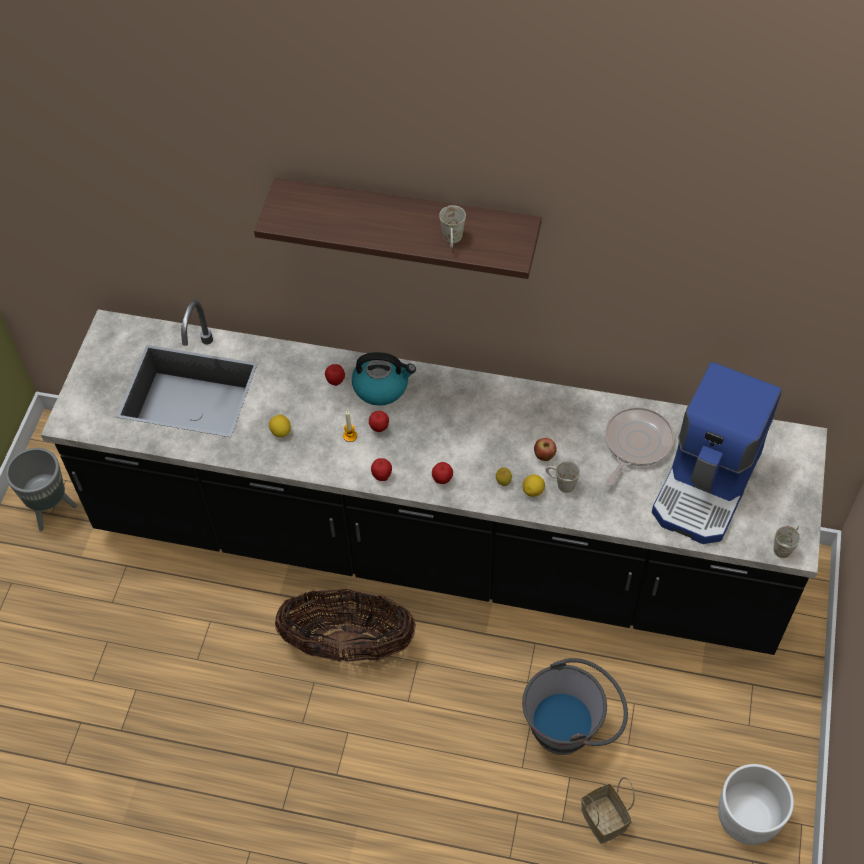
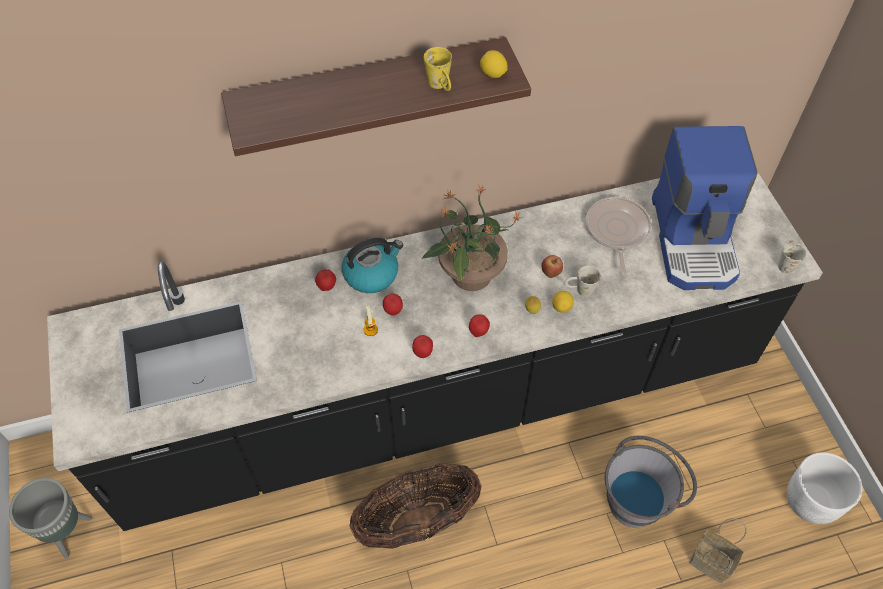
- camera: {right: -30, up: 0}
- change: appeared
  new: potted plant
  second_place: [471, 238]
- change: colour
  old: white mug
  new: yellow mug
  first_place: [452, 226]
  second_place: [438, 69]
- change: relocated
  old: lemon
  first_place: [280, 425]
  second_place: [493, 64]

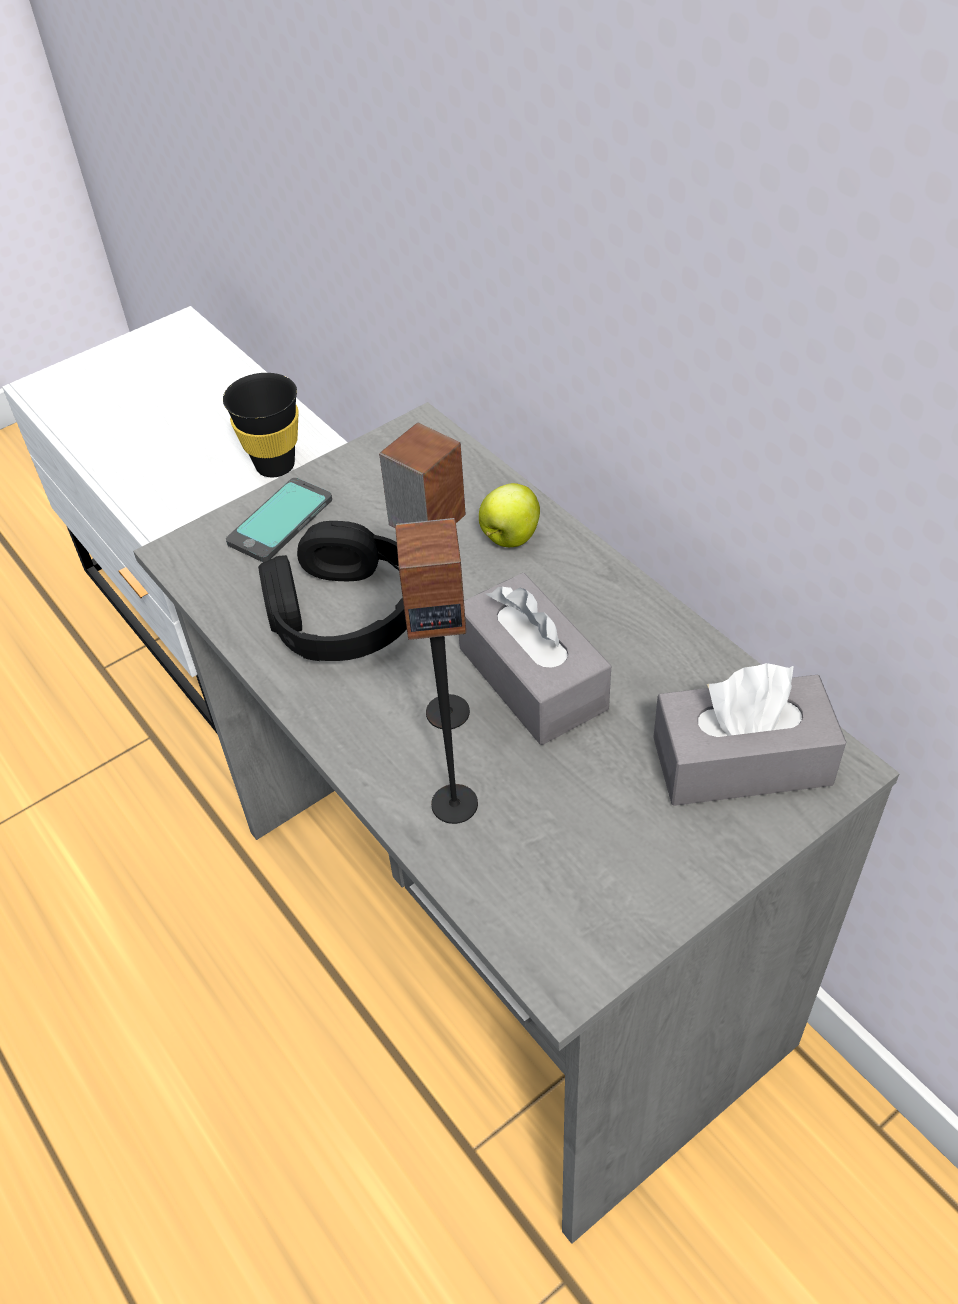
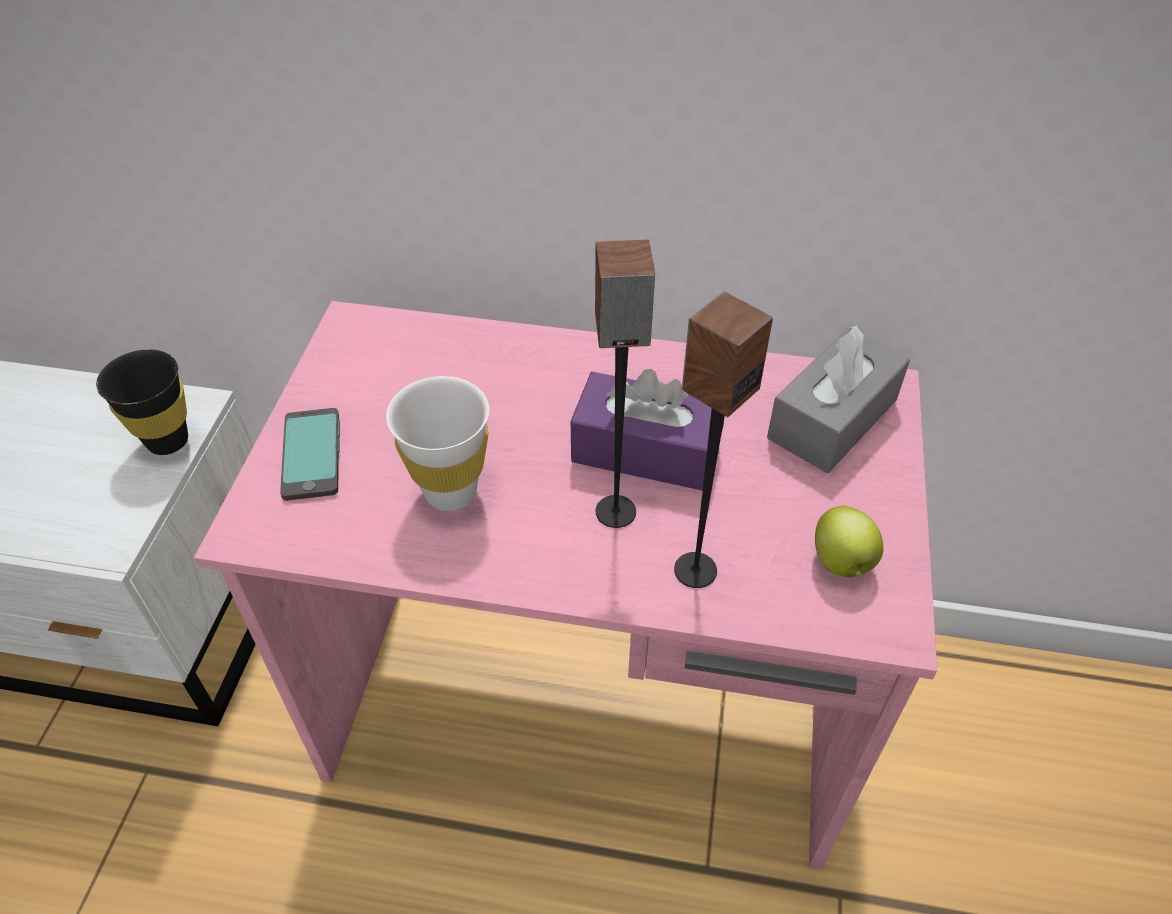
- camera: {right: -45, up: 0}
- change: colour
  old: grey desk
  new: pink desk
  first_place: [516, 823]
  second_place: [565, 585]
- change: exchanged
  old: black headphones
  new: white cup
  first_place: [332, 591]
  second_place: [437, 443]
- change: colour
  old: grey tissue box
  new: purple tissue box
  first_place: [535, 659]
  second_place: [647, 430]
- change: relocated
  old: apple
  first_place: [509, 515]
  second_place: [849, 541]

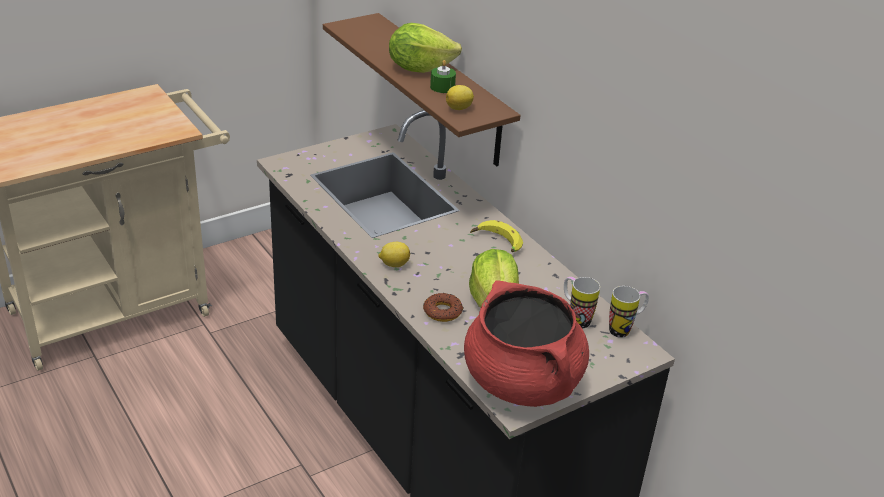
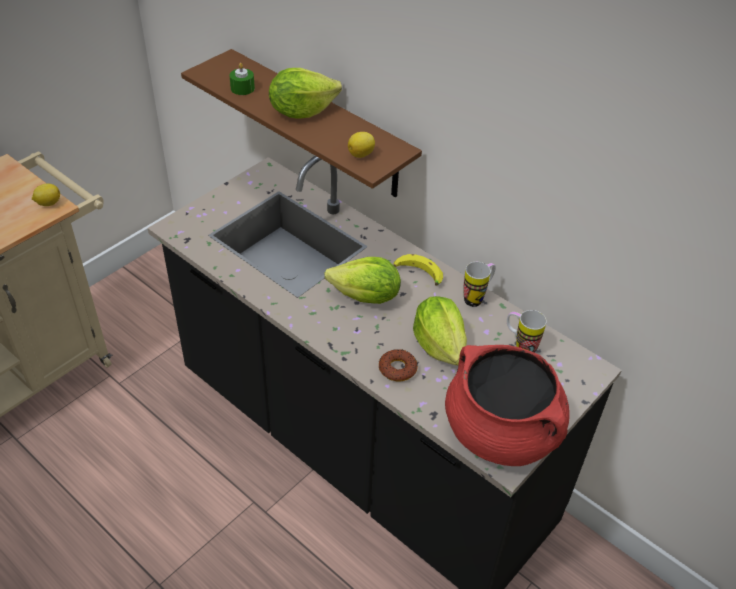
- camera: {right: -15, up: 10}
- change: relocated
  old: lemon
  first_place: [394, 254]
  second_place: [46, 195]
- change: relocated
  old: green candle
  first_place: [443, 76]
  second_place: [242, 79]
- change: appeared
  new: lettuce
  second_place: [362, 280]
- change: relocated
  old: mug
  first_place: [629, 312]
  second_place: [480, 284]

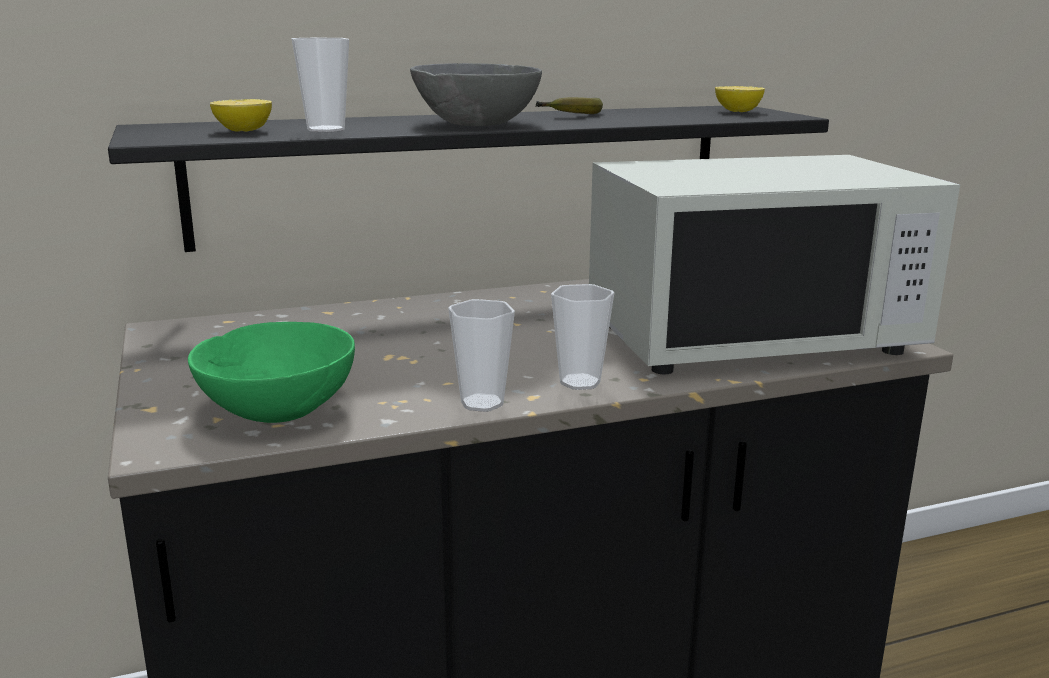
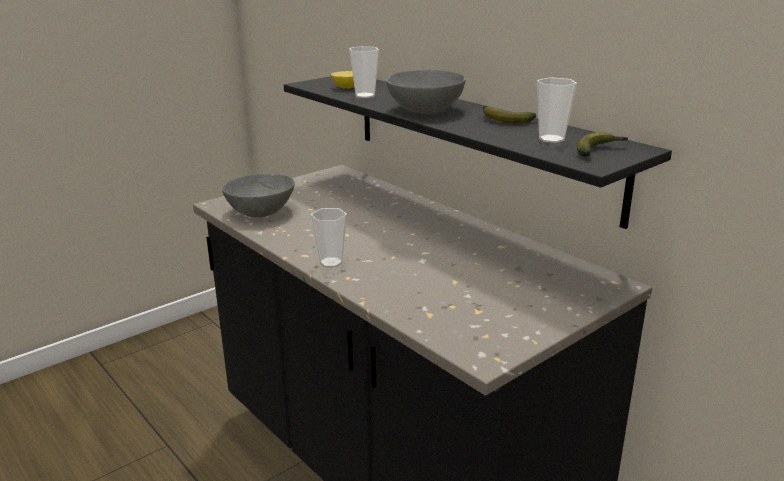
- camera: {right: 70, up: 5}
- change: colour
  old: green bowl
  new: grey bowl
  first_place: [271, 372]
  second_place: [258, 195]
- change: relocated
  old: cup
  first_place: [481, 355]
  second_place: [557, 110]
- change: exchanged
  old: lemon
  new: banana
  first_place: [740, 99]
  second_place: [602, 144]
- change: missing
  old: white microwave
  first_place: [774, 264]

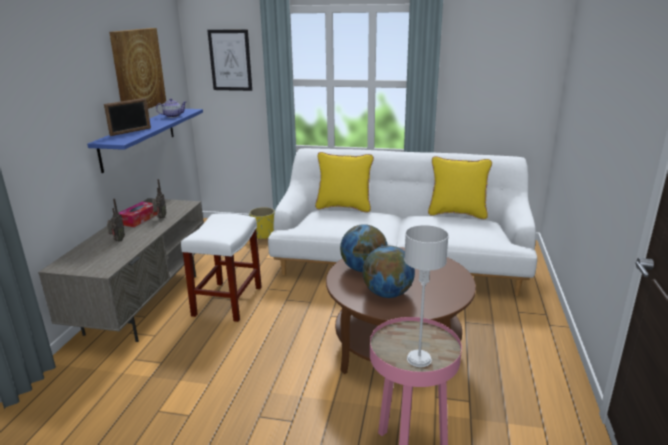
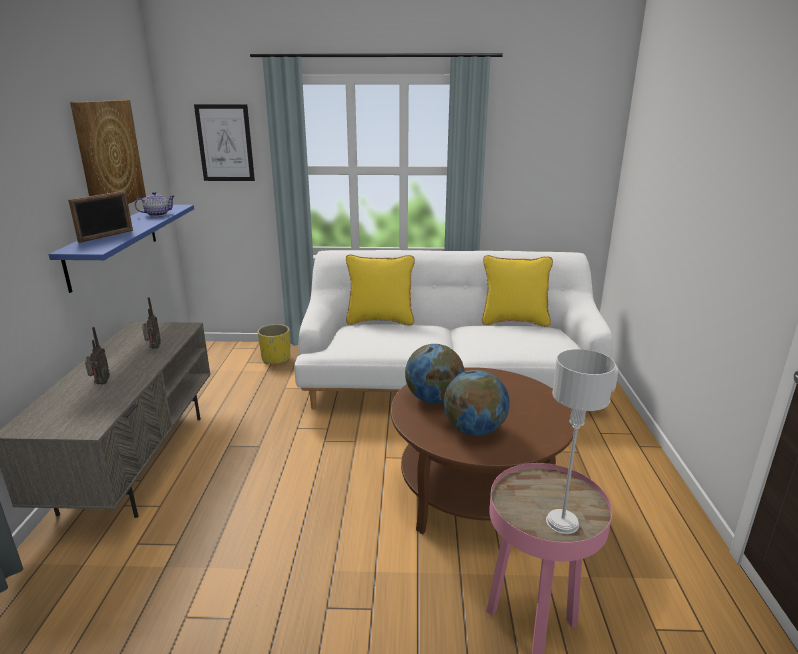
- camera: {right: -10, up: 0}
- change: missing
  old: tissue box
  first_place: [138, 214]
- change: missing
  old: white stool
  first_place: [221, 267]

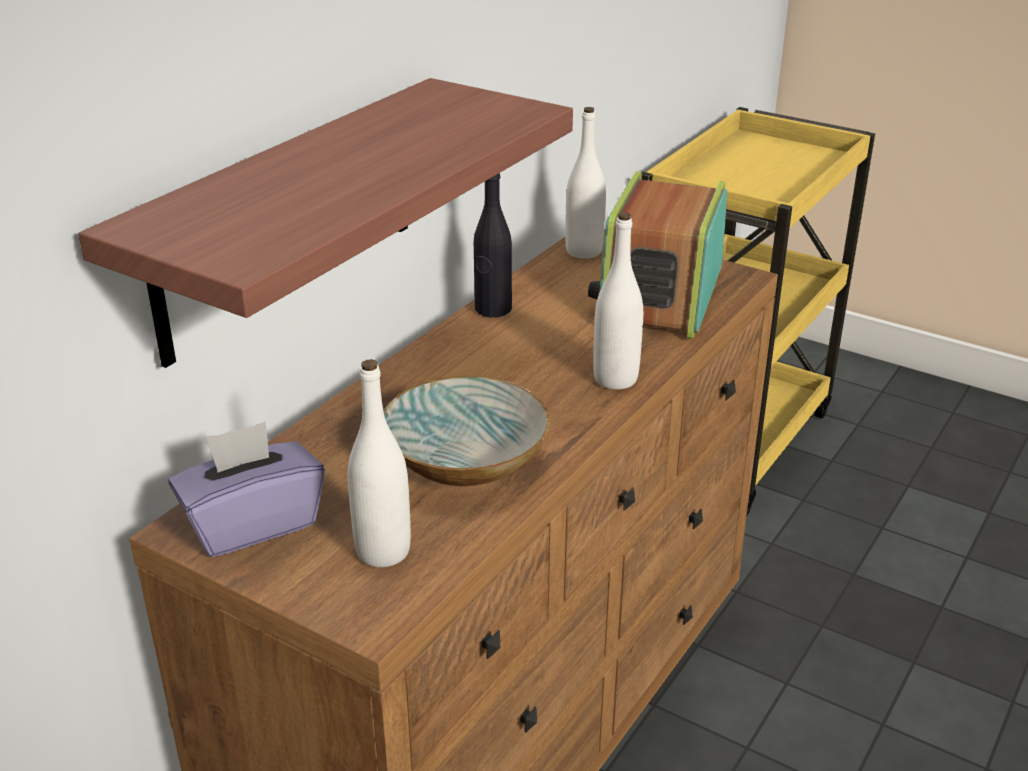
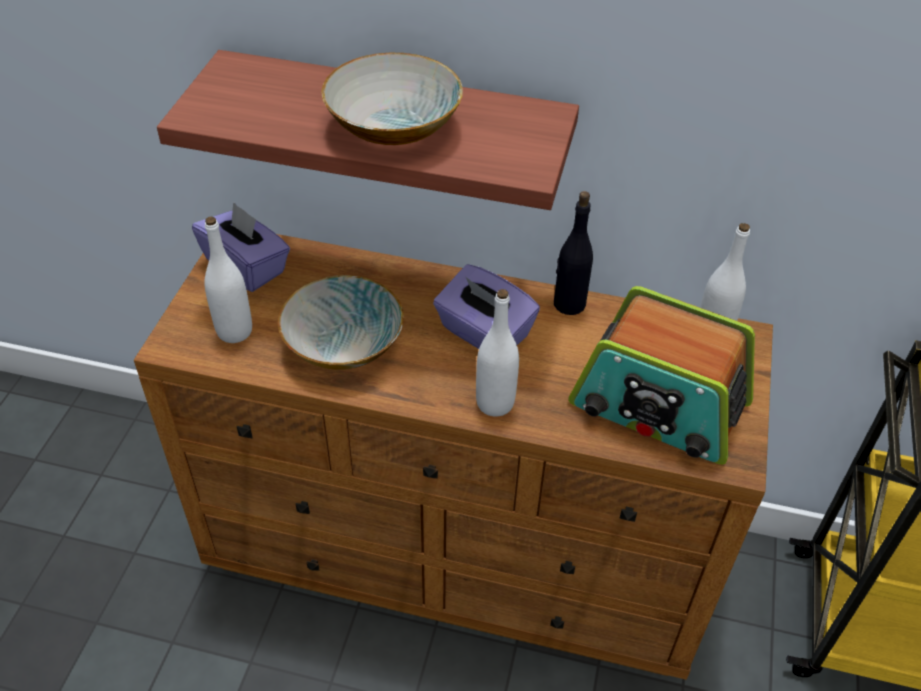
- camera: {right: 70, up: 15}
- change: appeared
  new: bowl
  second_place: [392, 99]
- change: appeared
  new: purple tissue box
  second_place: [486, 306]
- change: spun
  old: radio
  first_place: [657, 255]
  second_place: [661, 375]
  degrees: -150

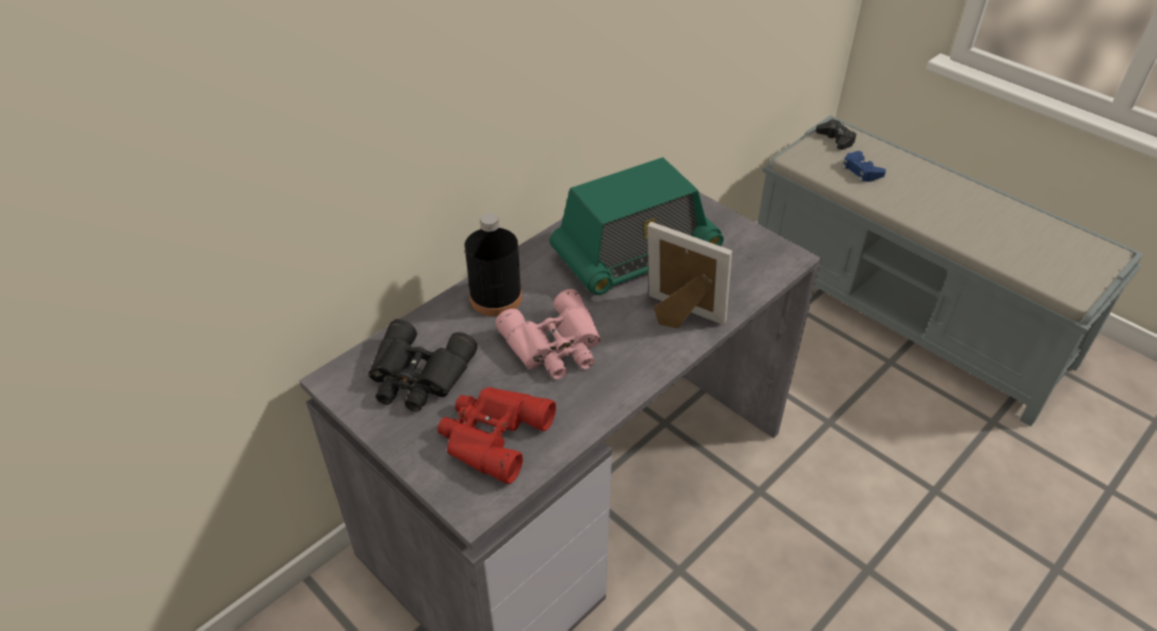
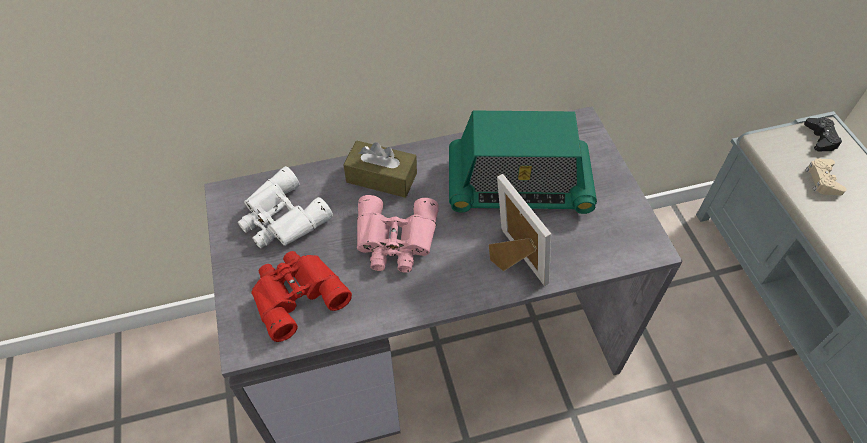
- camera: {right: 30, up: 10}
- change: colour
  old: black binoculars
  new: white binoculars
  first_place: [422, 365]
  second_place: [285, 207]
- change: exchanged
  old: black bottle
  new: brown tissue box
  first_place: [493, 265]
  second_place: [380, 169]
- change: colour
  old: blue game controller
  new: beige game controller
  first_place: [864, 166]
  second_place: [825, 176]

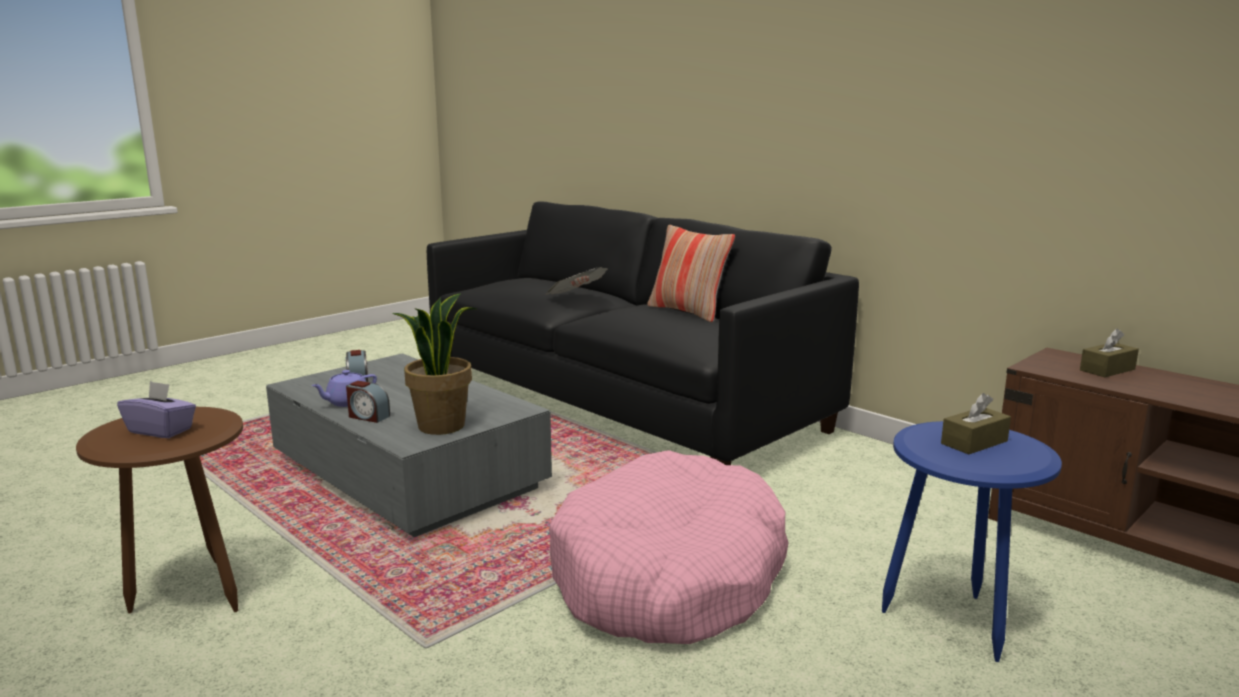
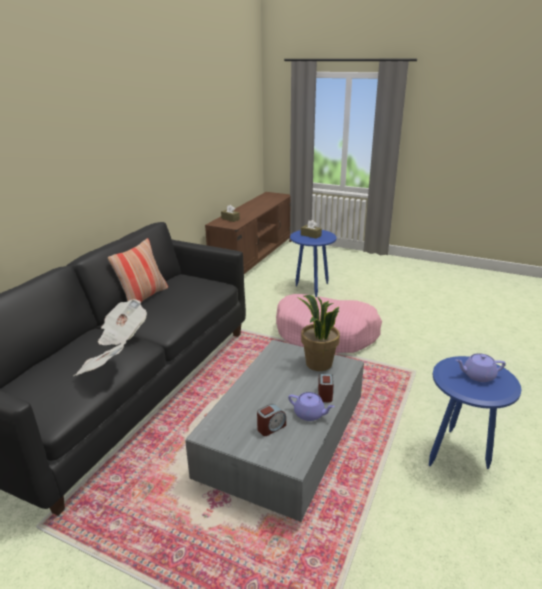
- camera: {right: -110, up: 10}
- change: appeared
  new: newspaper
  second_place: [100, 359]
- change: colour
  old: brown side table
  new: blue side table
  first_place: [159, 510]
  second_place: [475, 412]
- change: exchanged
  old: purple tissue box
  new: purple teapot
  first_place: [156, 409]
  second_place: [481, 367]

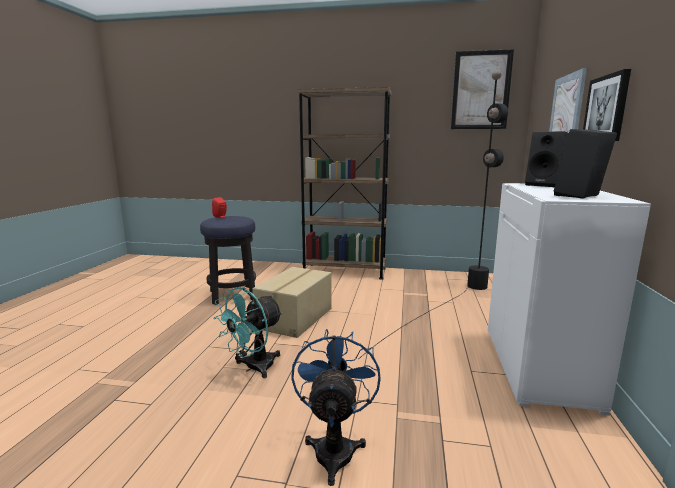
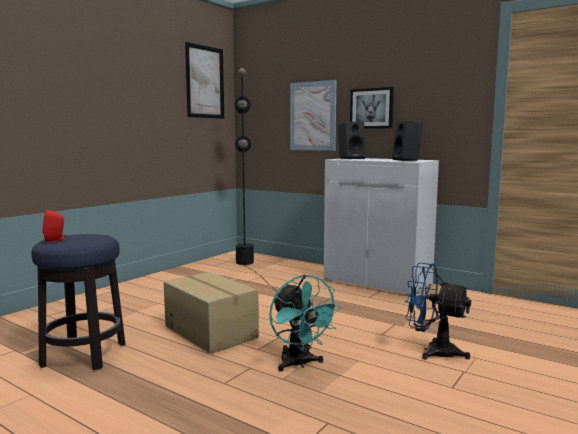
- camera: {right: -65, up: -5}
- change: missing
  old: brown bookcase
  first_place: [344, 183]

